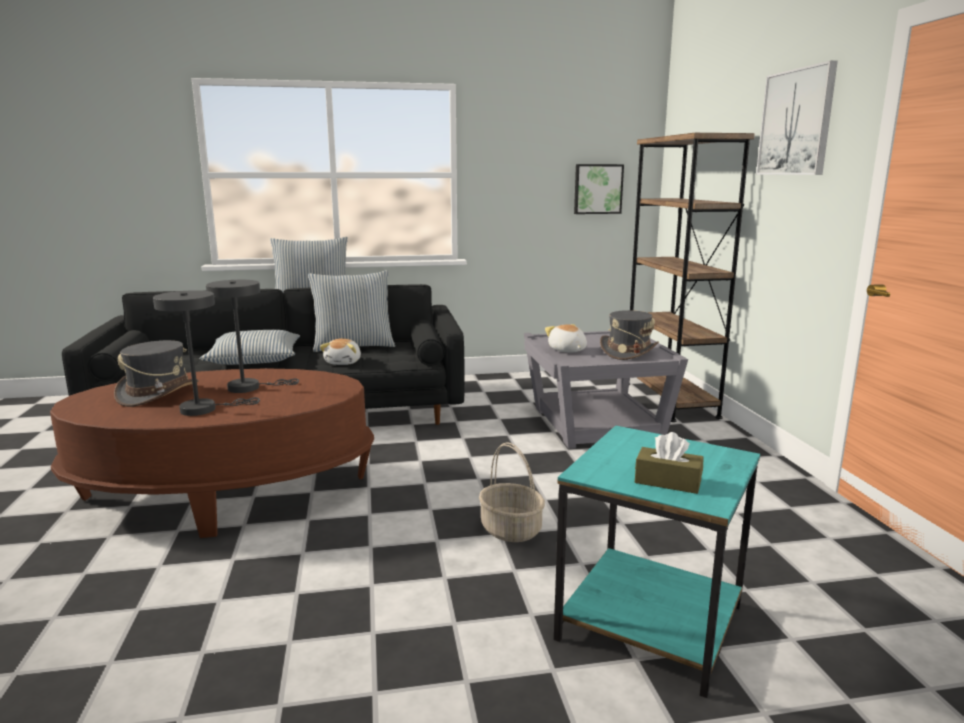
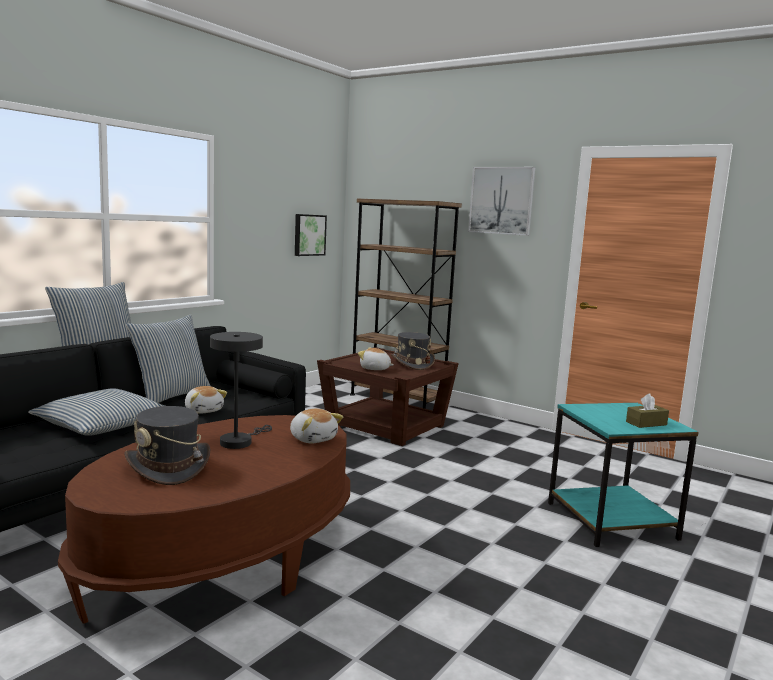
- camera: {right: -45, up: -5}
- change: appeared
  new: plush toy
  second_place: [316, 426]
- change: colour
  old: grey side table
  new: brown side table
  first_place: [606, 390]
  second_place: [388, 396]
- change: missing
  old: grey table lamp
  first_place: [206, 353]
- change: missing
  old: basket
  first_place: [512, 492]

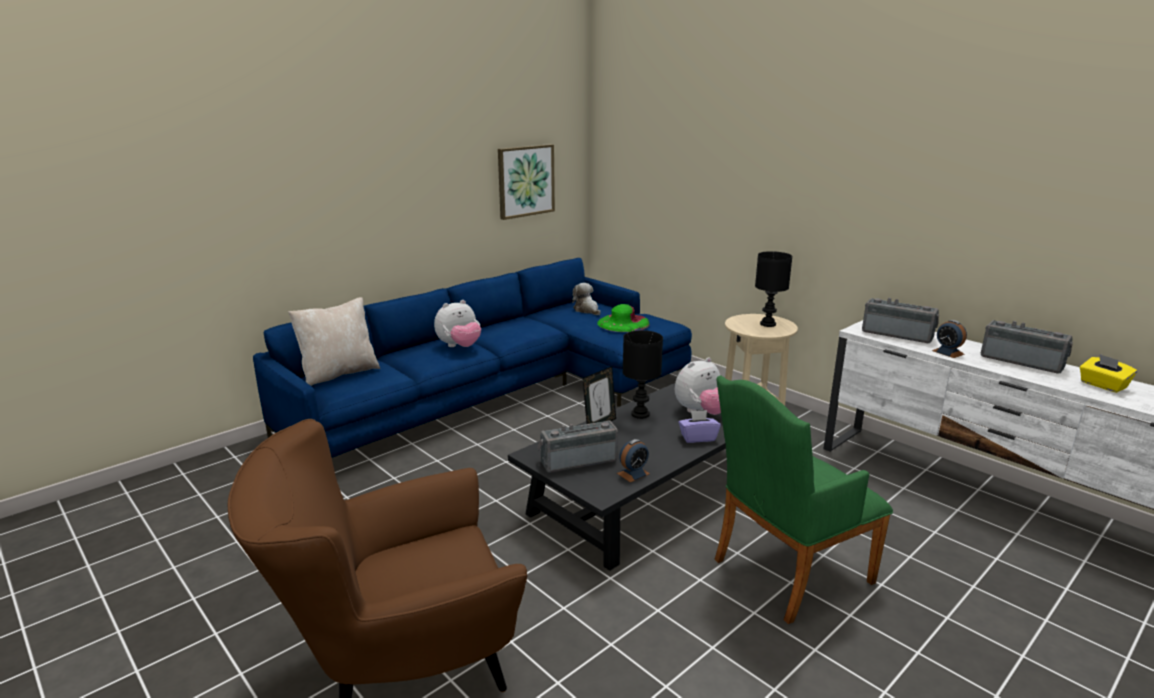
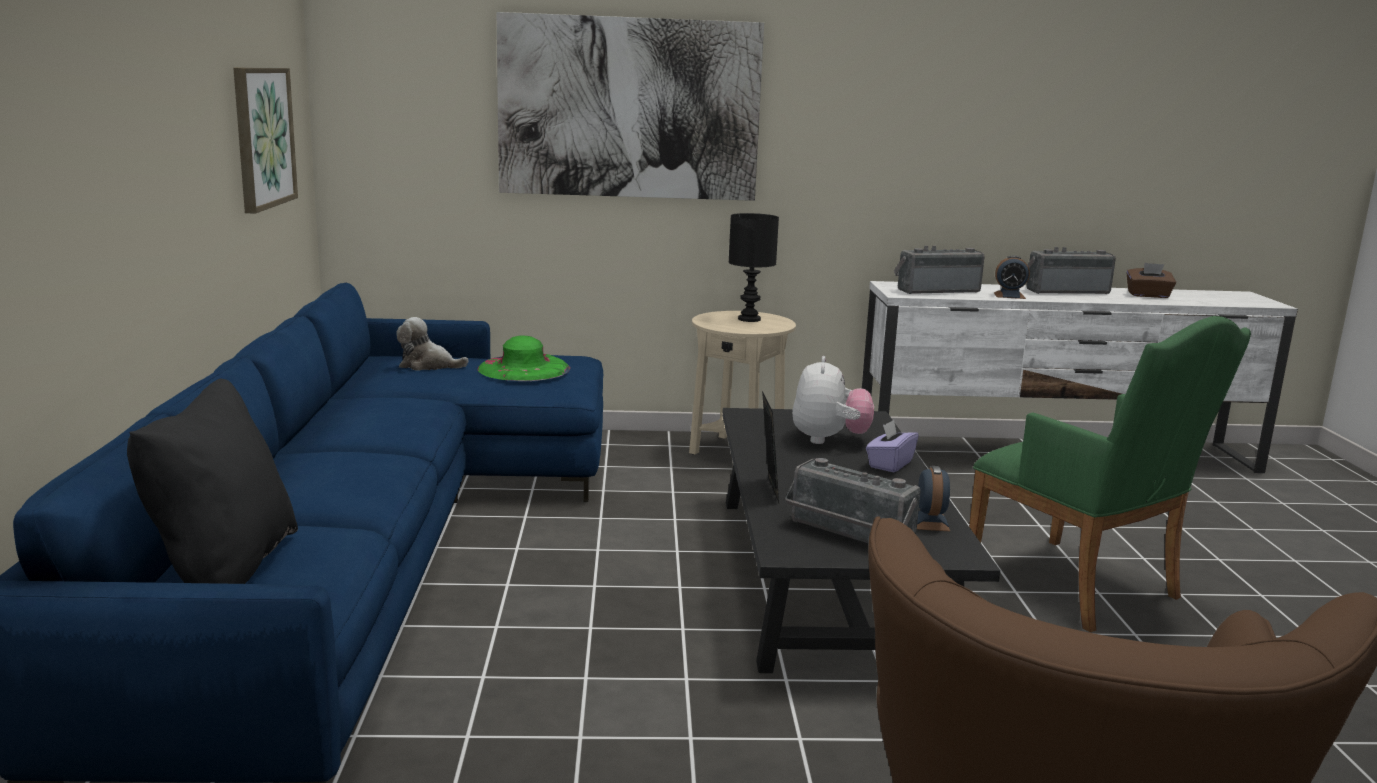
- camera: {right: -50, up: -5}
- change: colour
  old: beige pillow
  new: black pillow
  first_place: [334, 341]
  second_place: [212, 481]
- change: appeared
  new: picture
  second_place: [630, 106]
- change: spun
  old: radio
  first_place: [577, 446]
  second_place: [853, 500]
  degrees: -75
- change: spun
  old: green armchair
  first_place: [803, 500]
  second_place: [1110, 474]
  degrees: -45
- change: colour
  old: yellow tissue box
  new: brown tissue box
  first_place: [1108, 373]
  second_place: [1151, 280]
- change: missing
  old: plush toy
  first_place: [457, 323]
- change: missing
  old: black table lamp
  first_place: [643, 374]

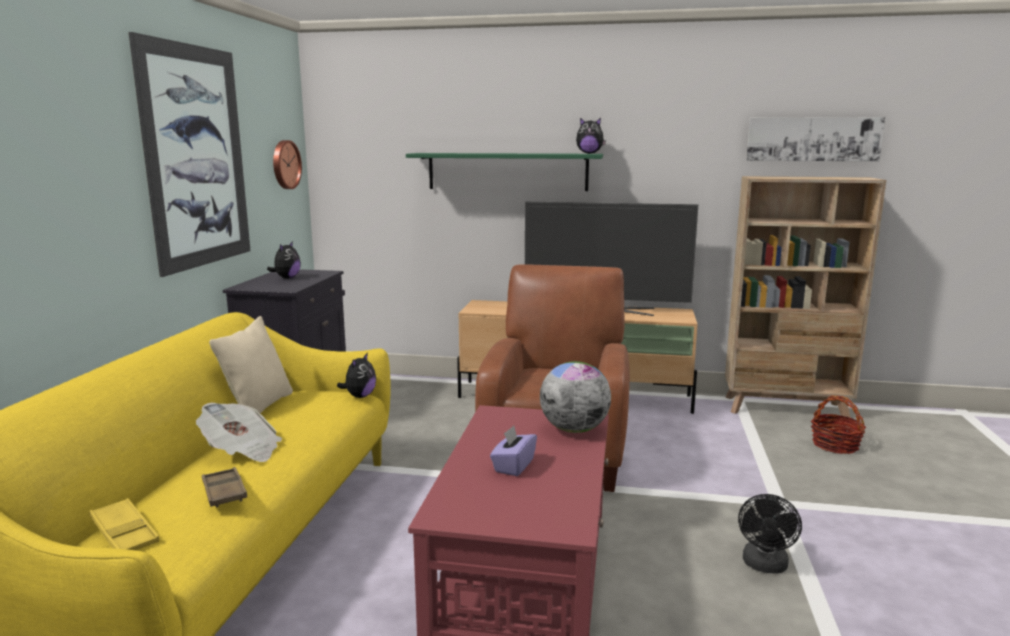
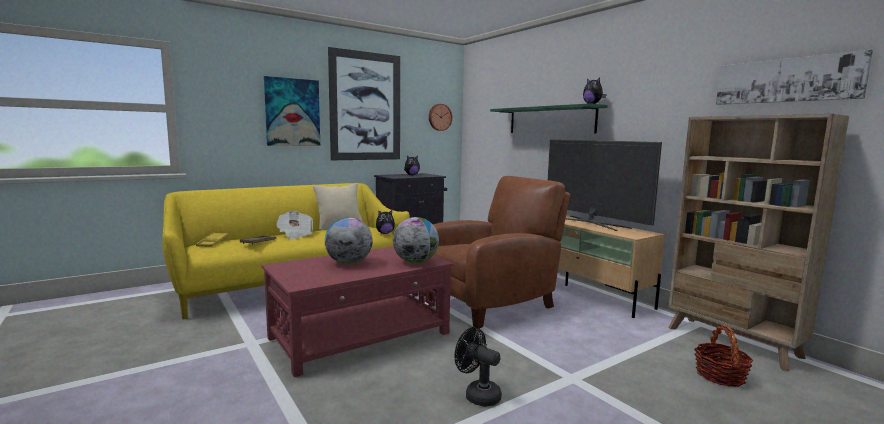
- camera: {right: 45, up: -5}
- change: appeared
  new: picture
  second_place: [292, 111]
- change: exchanged
  old: purple tissue box
  new: globe
  first_place: [513, 450]
  second_place: [349, 240]
- change: spun
  old: black fan
  first_place: [770, 534]
  second_place: [478, 367]
  degrees: 60

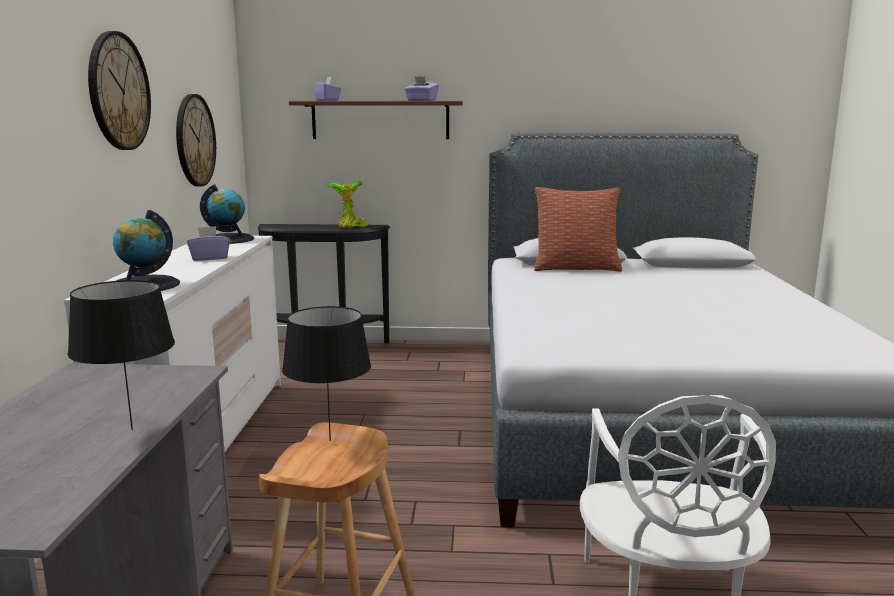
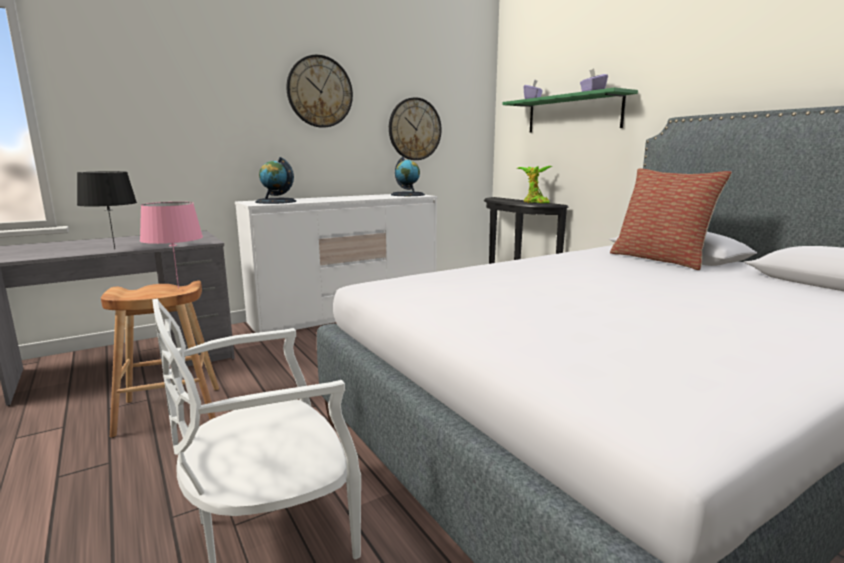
- camera: {right: 55, up: 0}
- change: colour
  old: black table lamp
  new: pink table lamp
  first_place: [326, 373]
  second_place: [171, 245]
- change: colour
  old: brown shelf
  new: green shelf
  first_place: [376, 120]
  second_place: [570, 110]
- change: missing
  old: purple tissue box
  first_place: [208, 243]

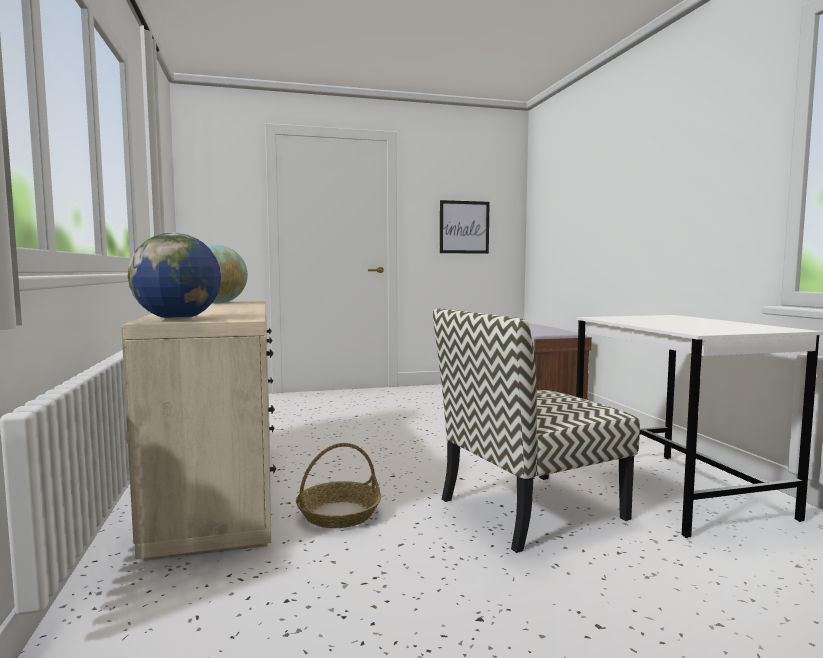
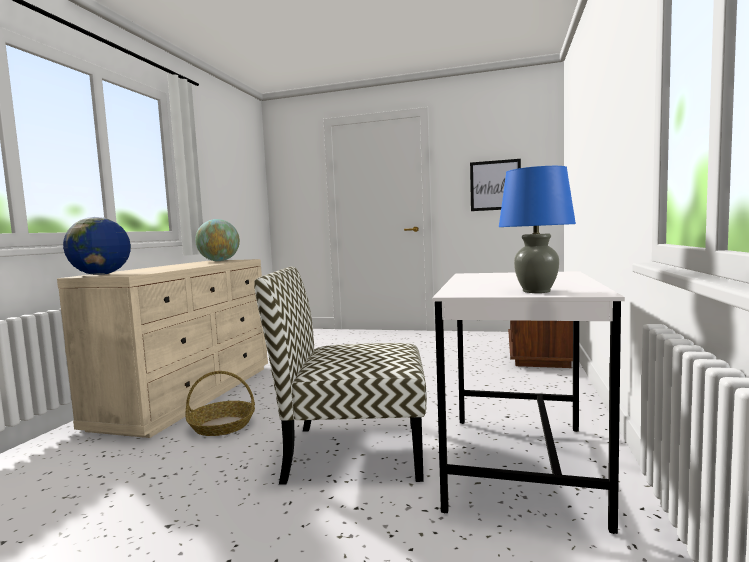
- camera: {right: 30, up: 0}
- change: appeared
  new: blue table lamp
  second_place: [537, 229]

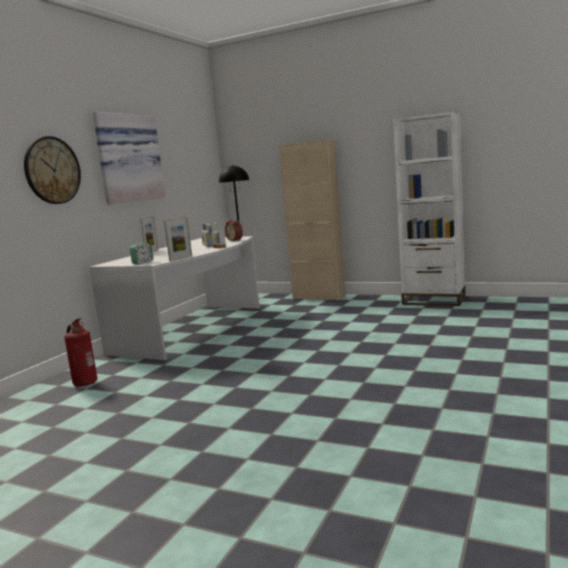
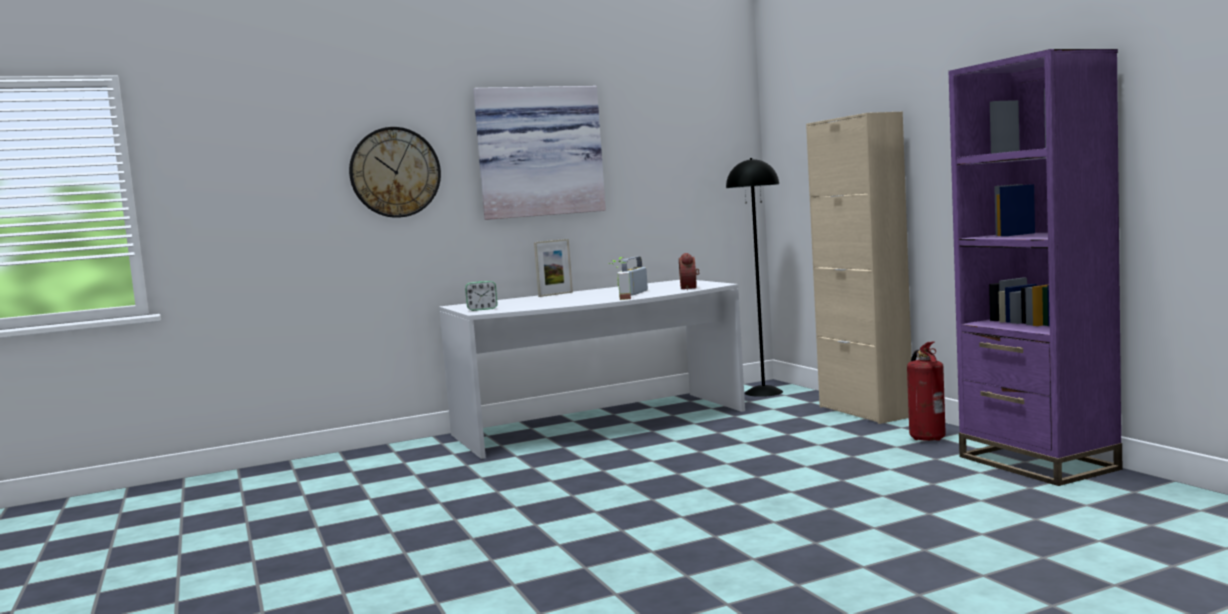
- camera: {right: 40, up: -5}
- change: relocated
  old: fire extinguisher
  first_place: [80, 352]
  second_place: [926, 391]
- change: colour
  old: white bookcase
  new: purple bookcase
  first_place: [429, 208]
  second_place: [1035, 267]
- change: missing
  old: picture frame
  first_place: [178, 239]

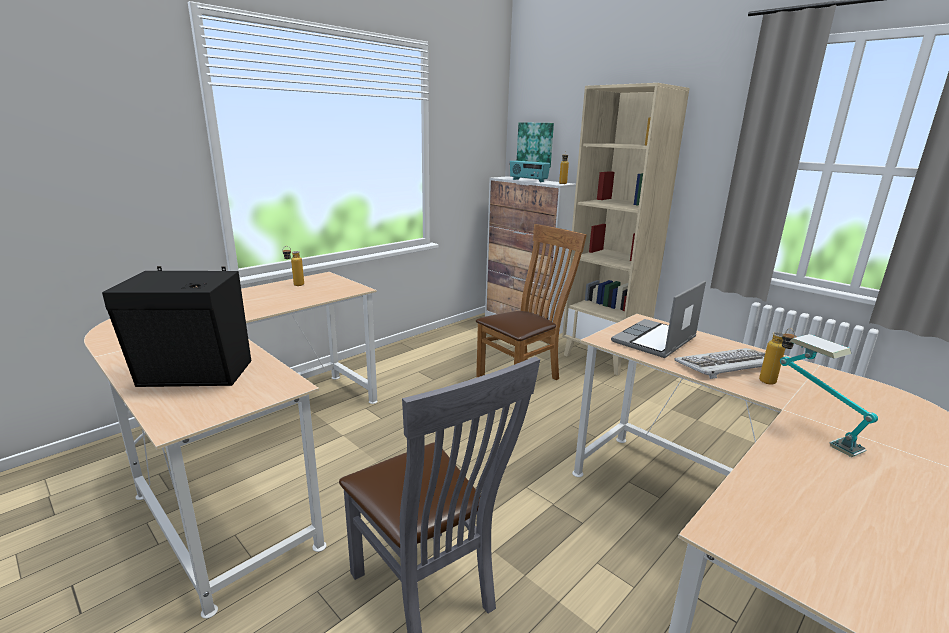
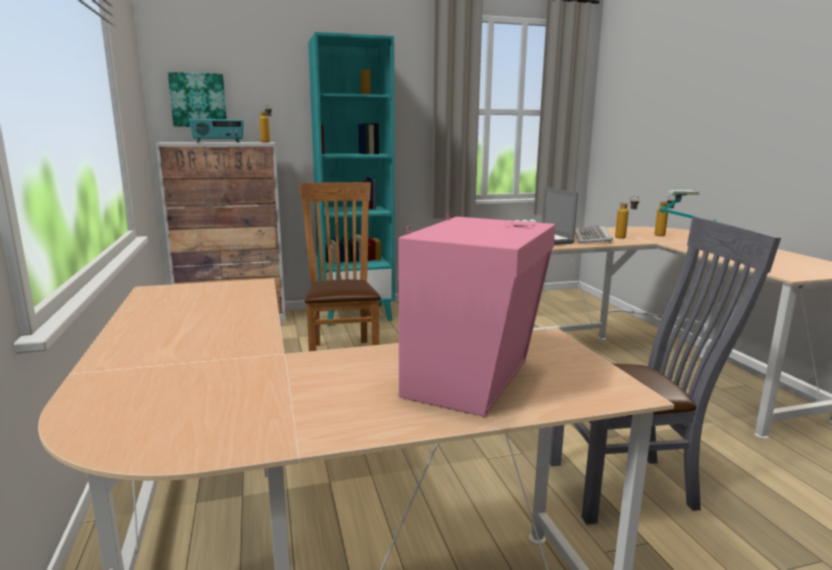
- camera: {right: -60, up: -5}
- change: colour
  old: beige bookcase
  new: turquoise bookcase
  first_place: [626, 229]
  second_place: [351, 179]
- change: colour
  old: black speaker
  new: pink speaker
  first_place: [176, 326]
  second_place: [477, 315]
- change: relocated
  old: bottle
  first_place: [293, 266]
  second_place: [665, 215]

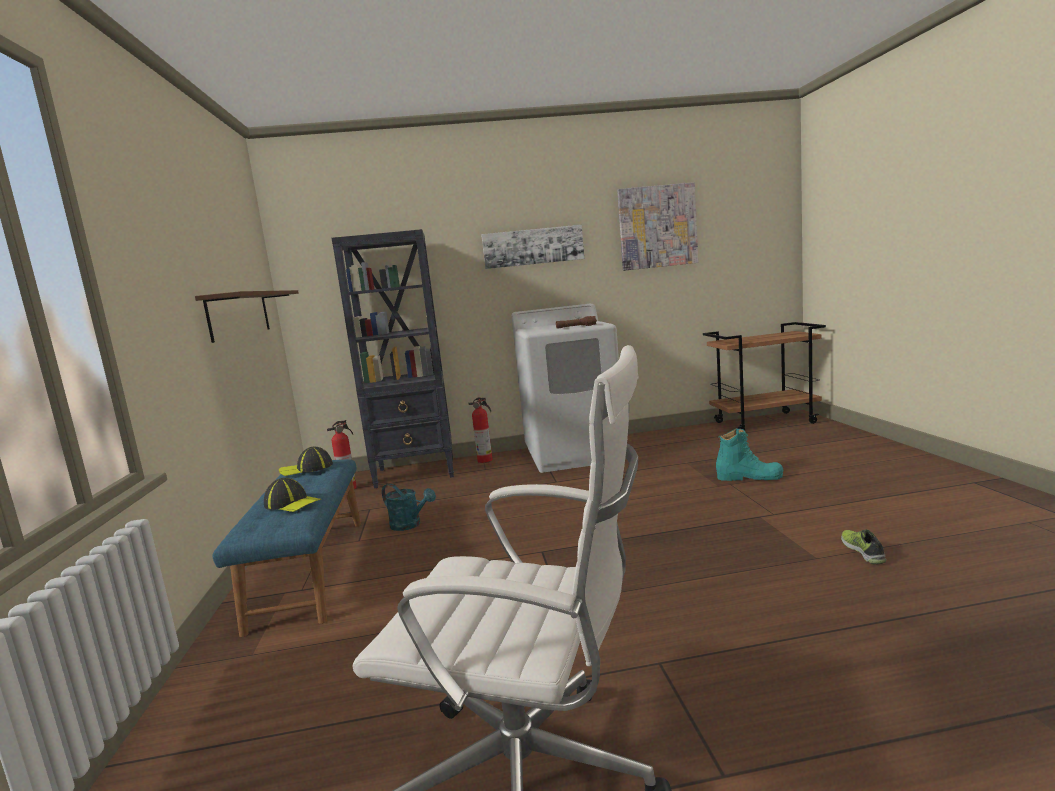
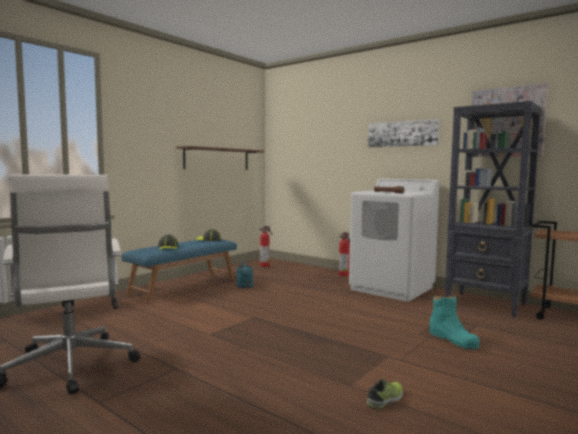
- camera: {right: 45, up: -5}
- change: relocated
  old: black bookcase
  first_place: [392, 359]
  second_place: [493, 209]

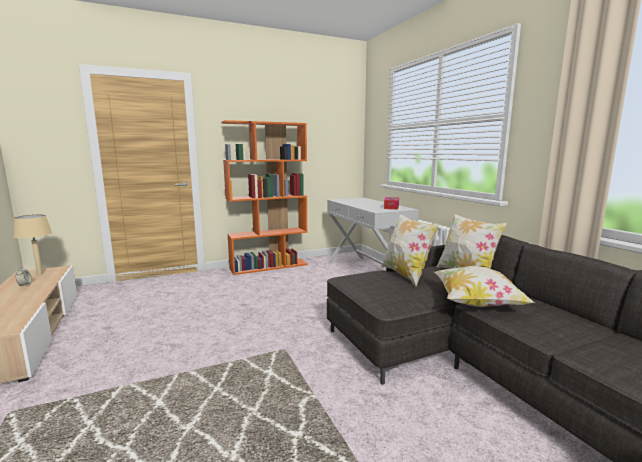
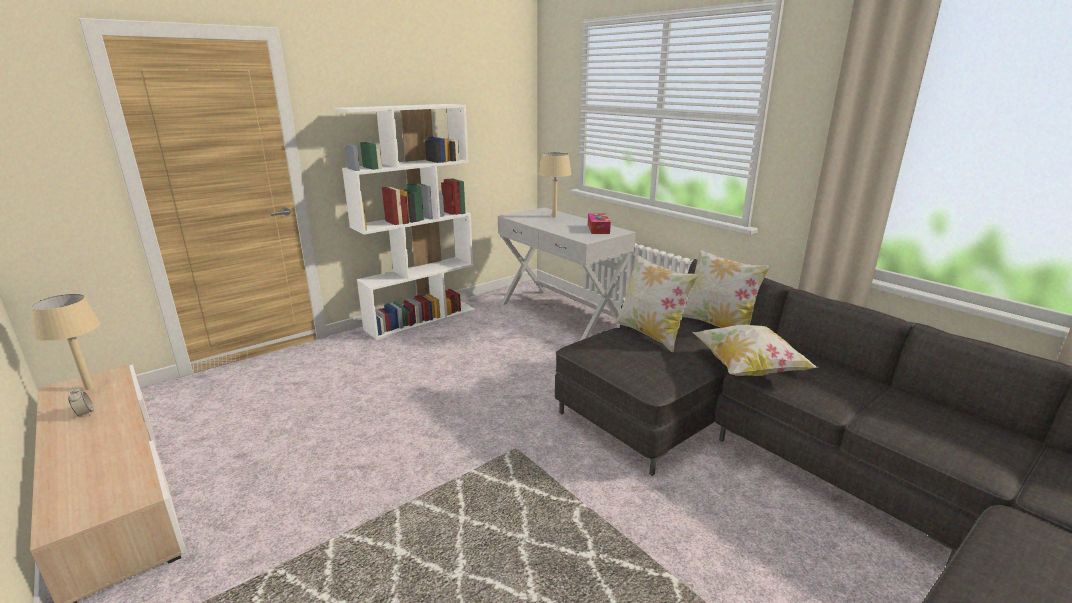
- camera: {right: -15, up: 10}
- change: colour
  old: orange bookcase
  new: white bookcase
  first_place: [264, 197]
  second_place: [404, 222]
- change: appeared
  new: beige table lamp
  second_place: [555, 185]

